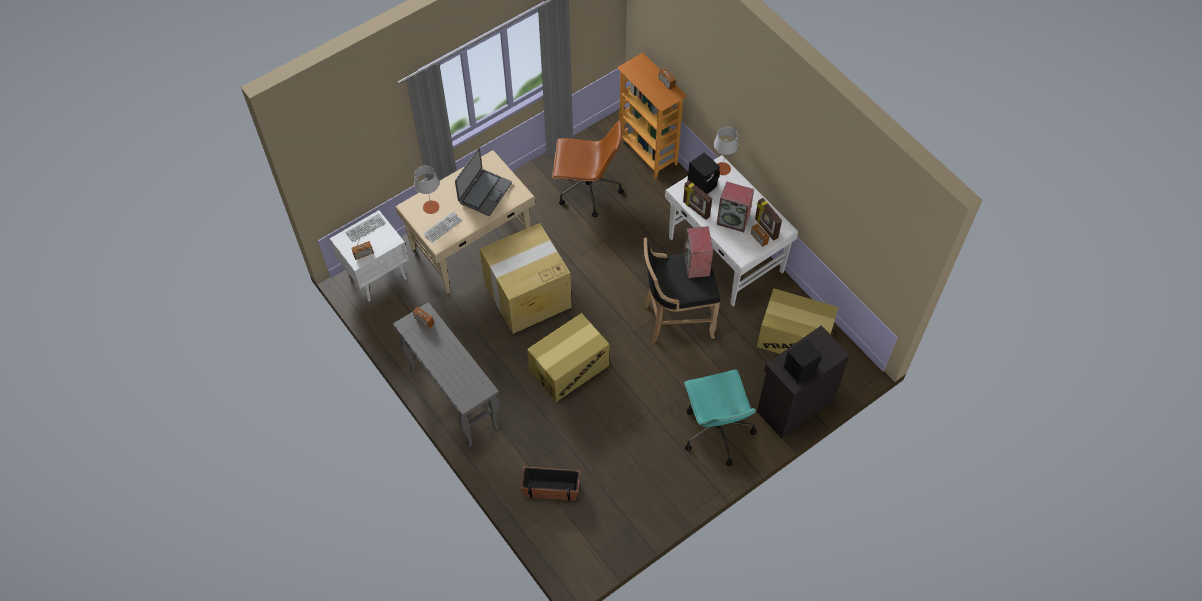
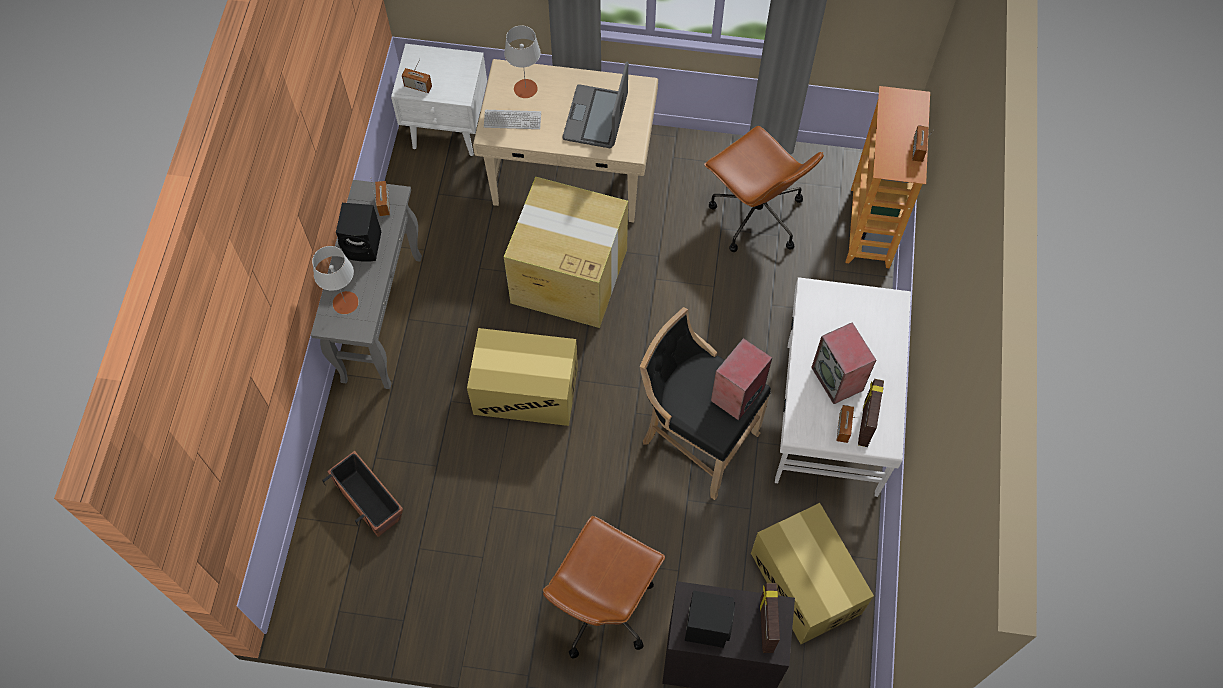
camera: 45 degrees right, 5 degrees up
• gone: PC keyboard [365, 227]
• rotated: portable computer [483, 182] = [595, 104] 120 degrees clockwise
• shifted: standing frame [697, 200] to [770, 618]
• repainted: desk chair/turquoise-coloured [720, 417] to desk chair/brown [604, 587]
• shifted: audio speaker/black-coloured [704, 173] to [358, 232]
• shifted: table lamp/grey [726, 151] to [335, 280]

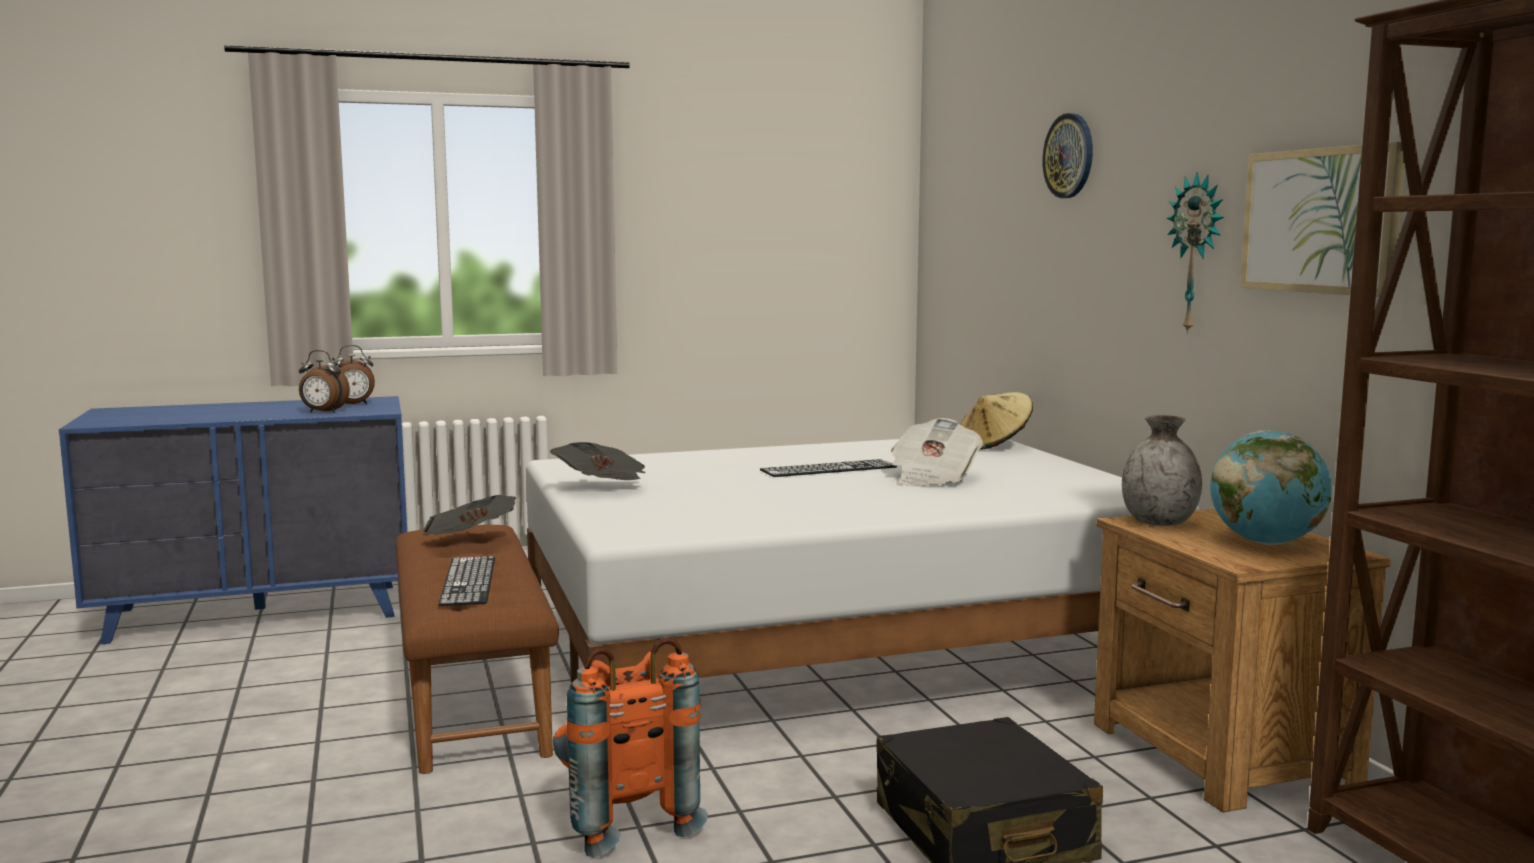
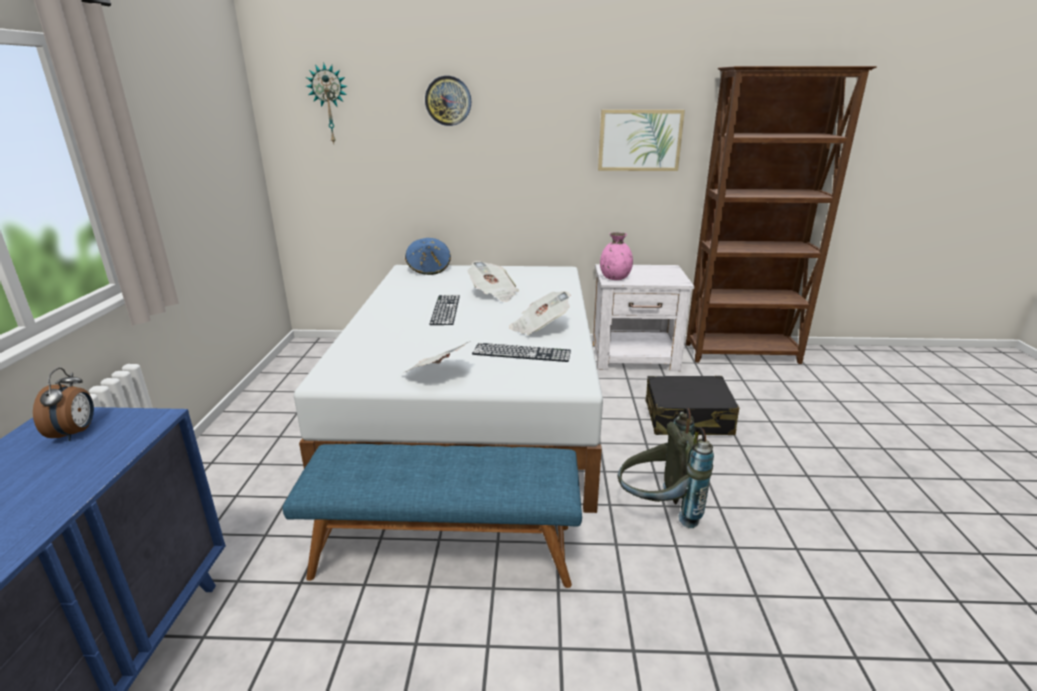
camera: 70 degrees left, 15 degrees up
• gone: alarm clock [324, 381]
• repainted: long seat/brown [477, 649] to long seat/blue [432, 516]
• shifted: printed paper [469, 515] to [540, 313]
• shifted: PC keyboard [466, 581] to [521, 352]
• repainted: knapsack/orange [630, 747] to knapsack/grey [666, 467]
• repainted: wearable hat/sand-coloured [996, 421] to wearable hat/blue [428, 256]
• repainted: night table/brown [1242, 661] to night table/white [643, 317]
• repainted: flower vase/grey [1162, 470] to flower vase/pink-coloured [616, 256]
• shifted: wall clock [1195, 253] to [326, 103]
• gone: globe [1271, 487]

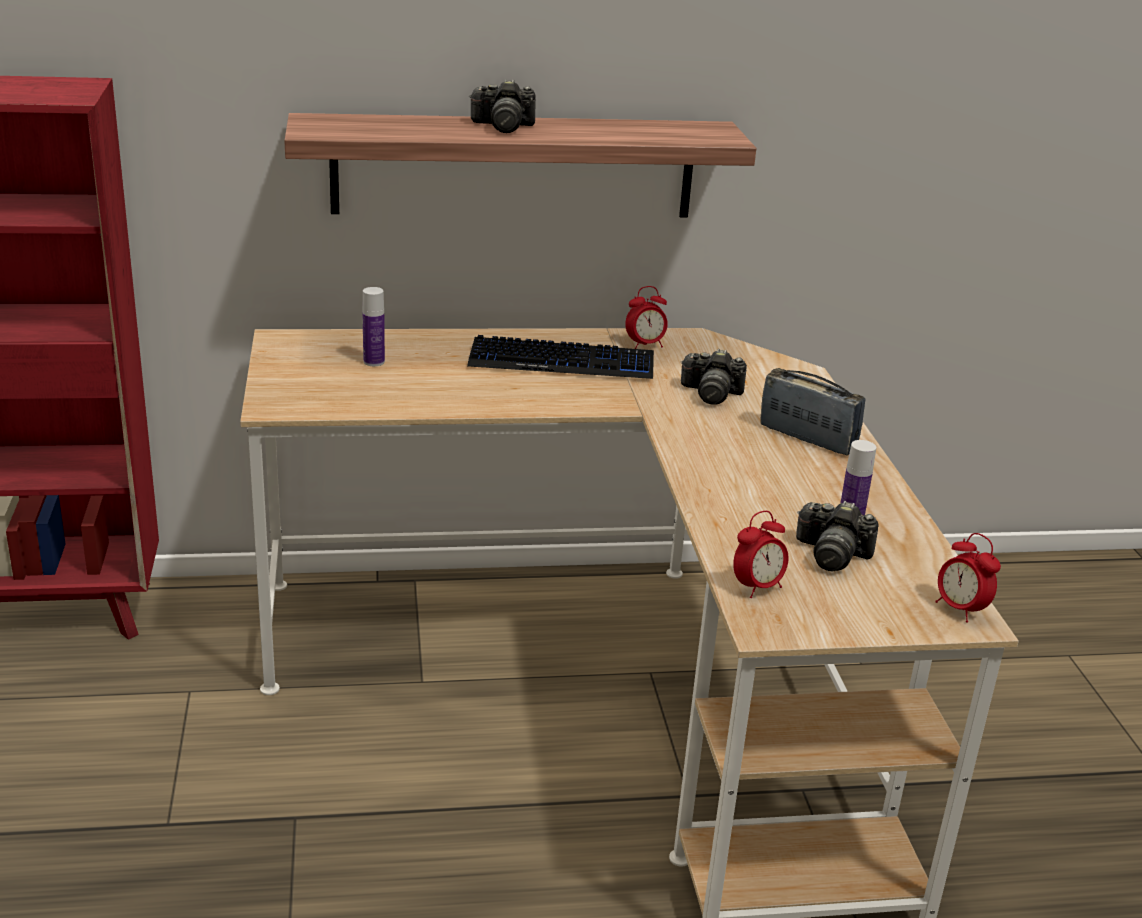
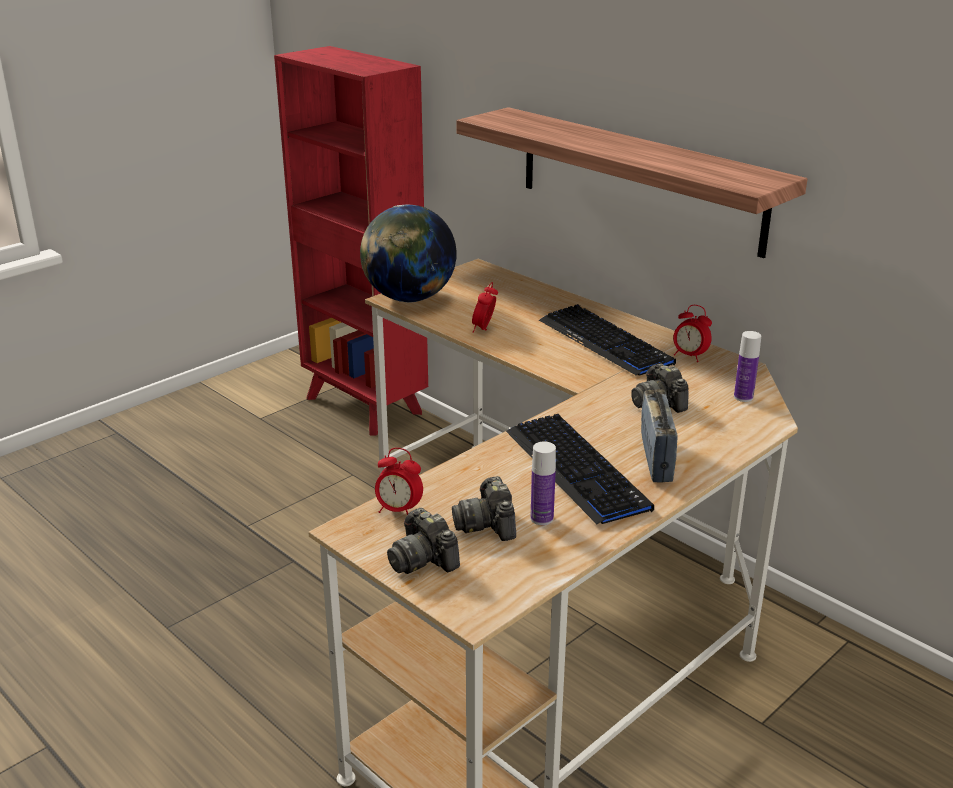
camera: 55 degrees right, 0 degrees up
• shifted: bottle [373, 326] to [747, 366]
• shifted: photo camera [503, 106] to [423, 541]
• shifted: alarm clock [968, 577] to [485, 307]
• new: globe [408, 254]
• new: PC keyboard [580, 469]

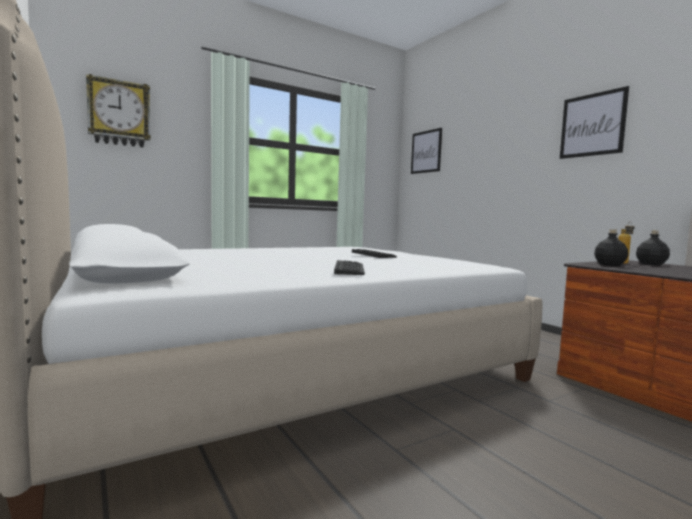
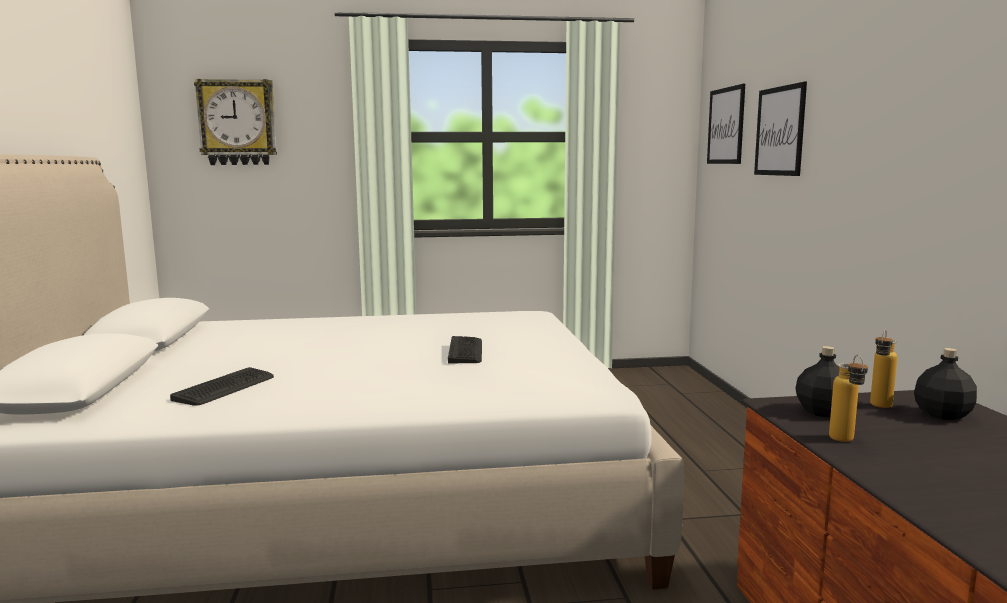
camera: 25 degrees right, 5 degrees up
• shifted: PC keyboard [349, 267] to [222, 386]
• shifted: wall picture [594, 122] to [780, 129]
• new: bottle [848, 398]

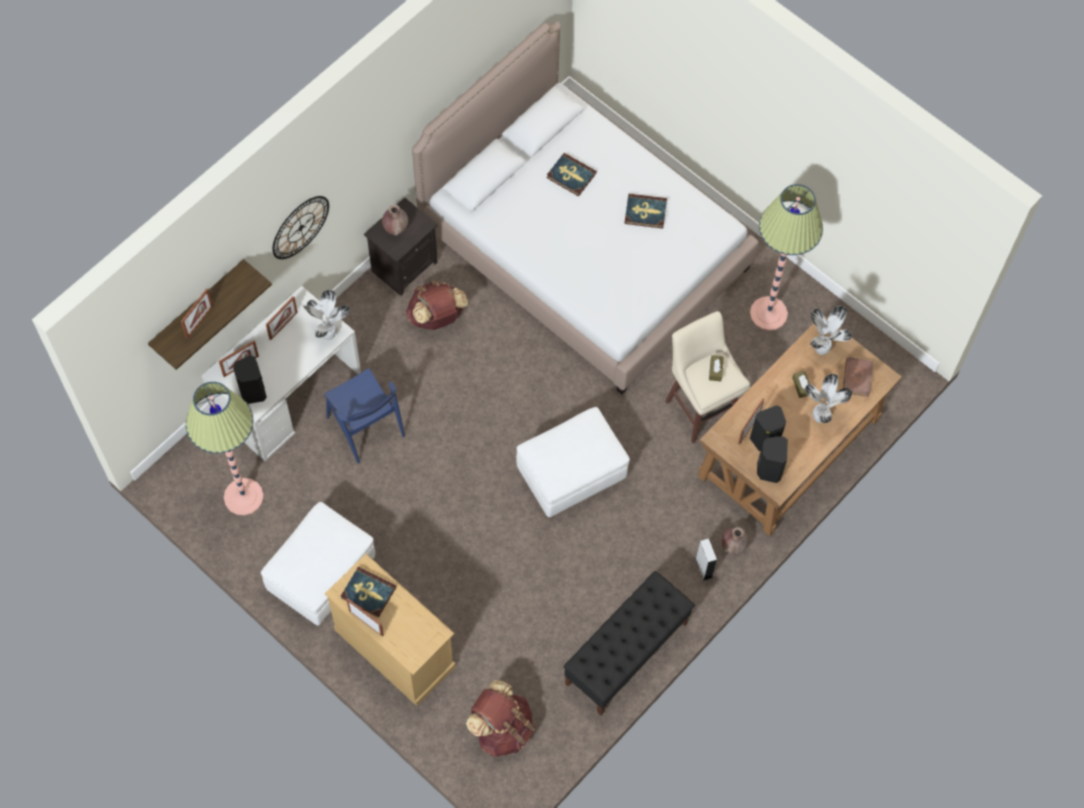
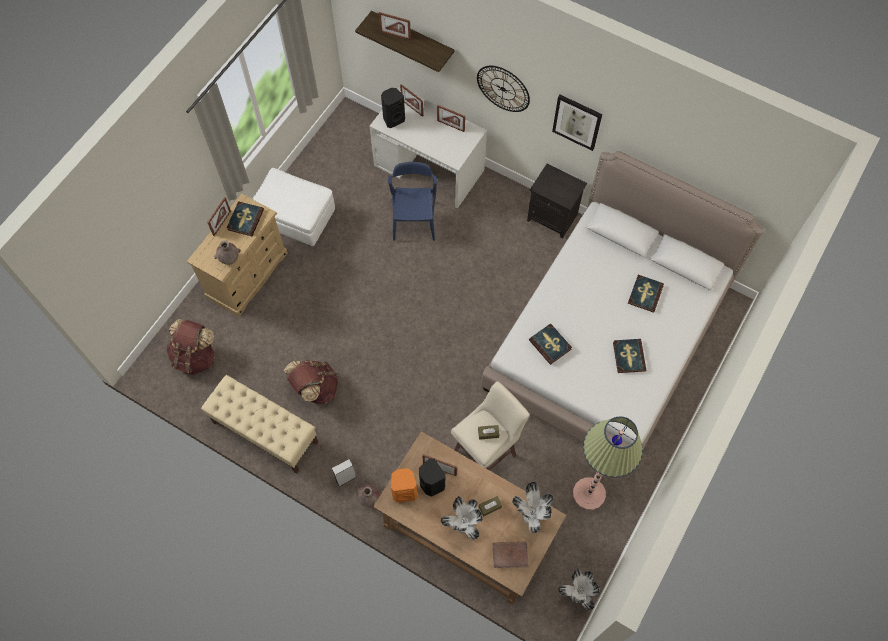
camera: 80 degrees right, 0 degrees up
• gone: standing lamp [225, 448]
• shifted: potted plant [326, 315] to [579, 589]
• rotated: upright chair/blue [365, 415] = [412, 201] 135 degrees clockwise
• shifted: flower vase/brown [395, 220] to [227, 252]
• shifted: knapsack/brown [437, 305] to [311, 382]
• gone: ottoman/white [573, 462]
• repainted: long seat/black-coloured [629, 643] to long seat/sand-coloured [259, 424]
• repainted: audio speaker/black-coloured [772, 459] to audio speaker/orange [404, 485]
• new: bound book [550, 344]
• new: wall picture [577, 123]

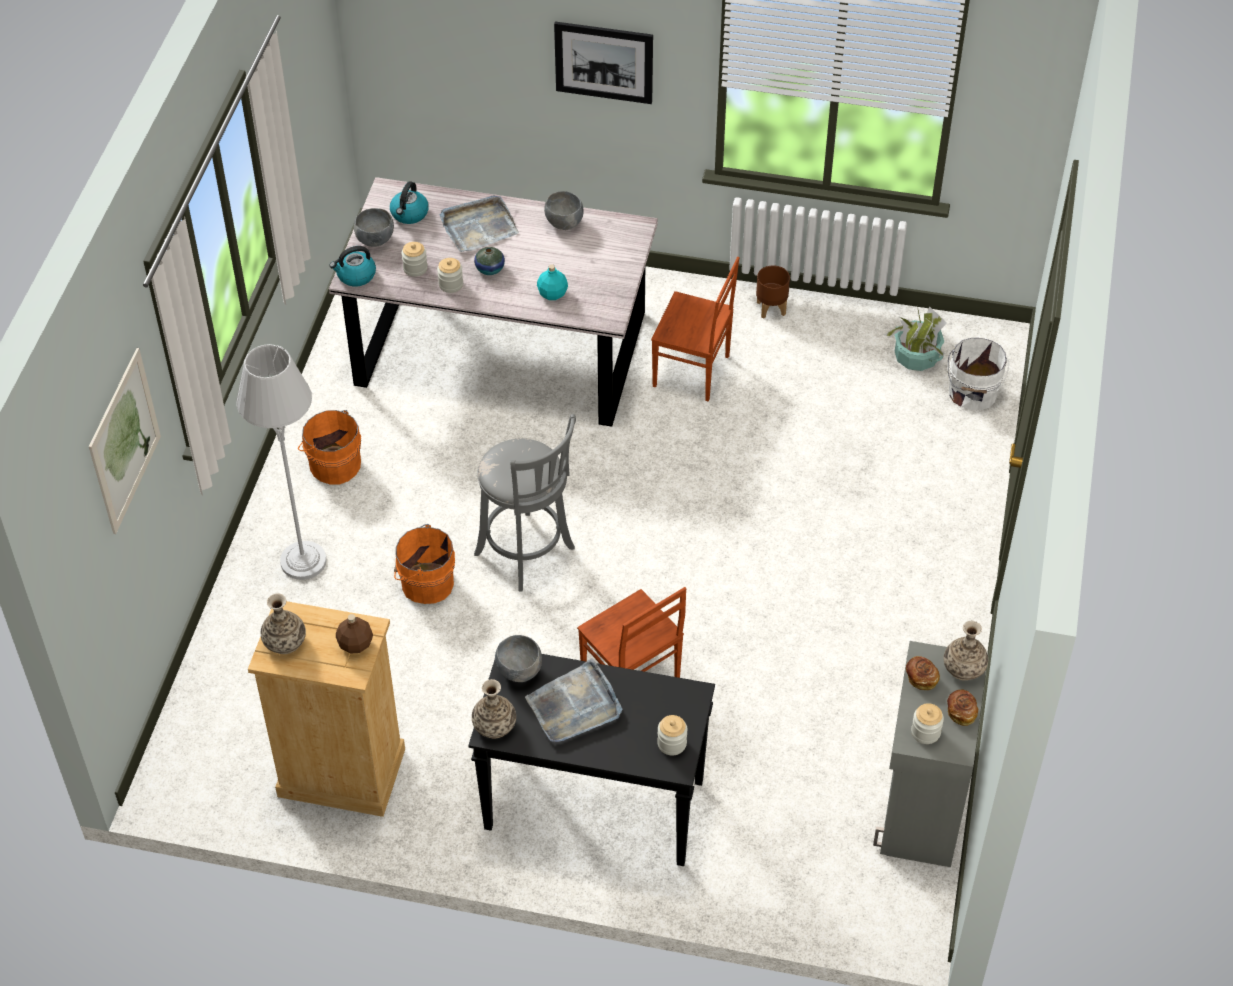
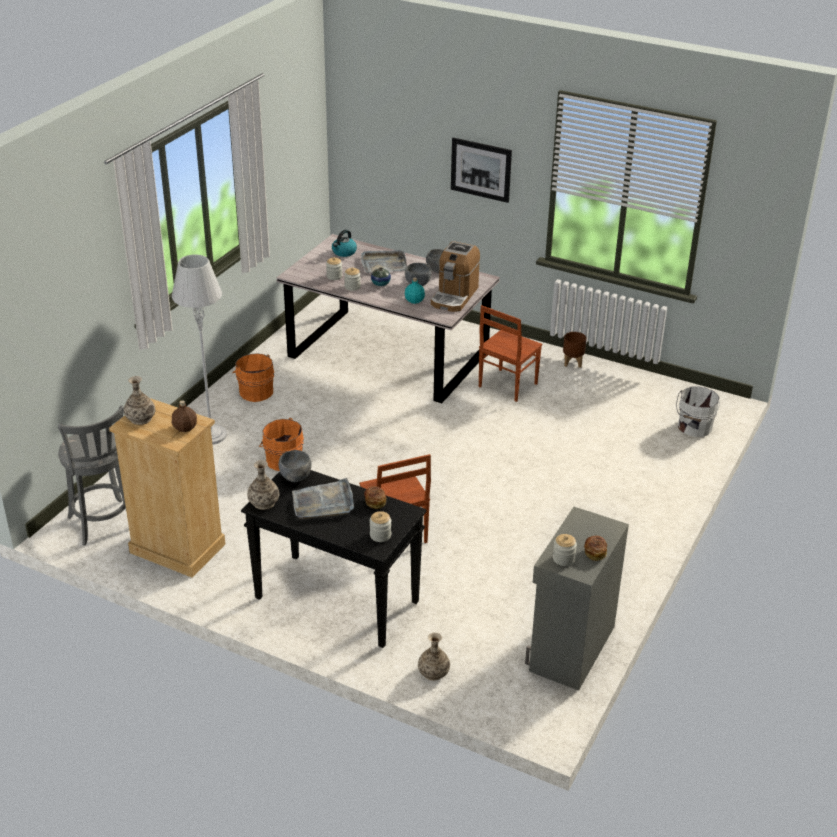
camera: 15 degrees right, 15 degrees down
• gone: wall picture [125, 441]
• gone: kettle [353, 266]
• shifted: deep dish/grey [374, 227] to [418, 274]
• shifted: sitting stool/grey [525, 502] to [92, 475]
• rotated: upright chair/brown [695, 329] = [510, 353] 90 degrees clockwise
• gone: potted plant [915, 338]
• shifted: baked bread [923, 673] to [375, 497]
• shifted: flower vase [966, 650] to [434, 656]
• new: coffee machine [455, 276]

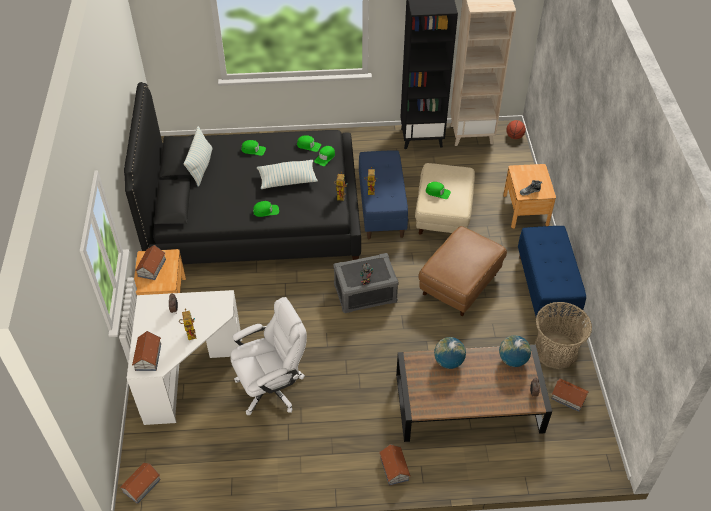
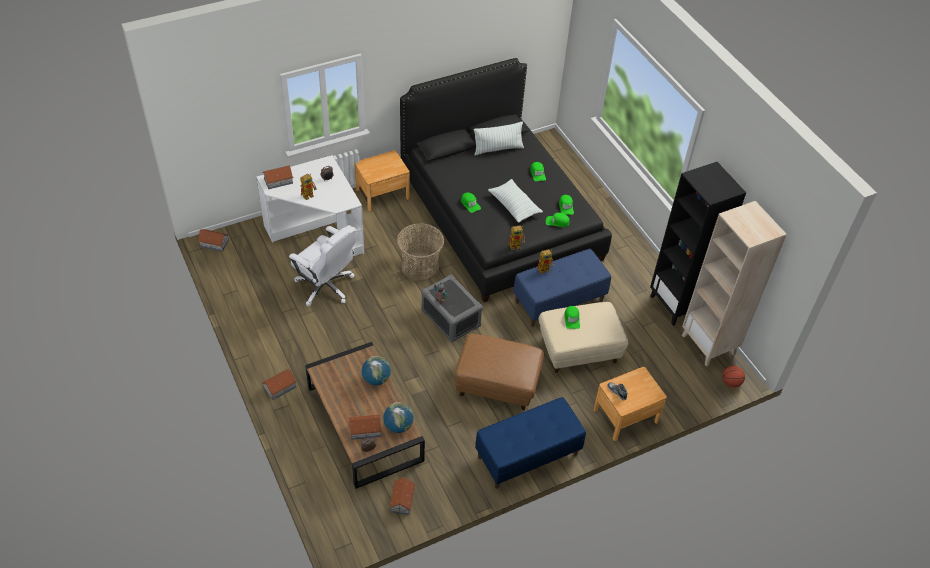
camera: 65 degrees right, 0 degrees up
• shifted: toy house [150, 262] to [365, 427]
• shifted: storage basket [563, 335] to [420, 252]

